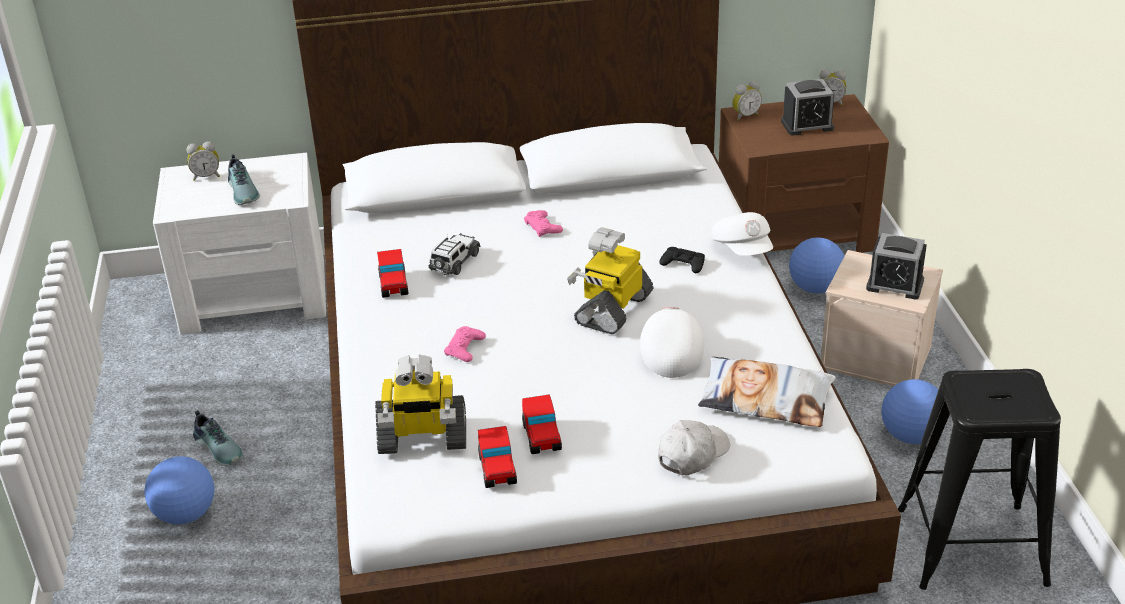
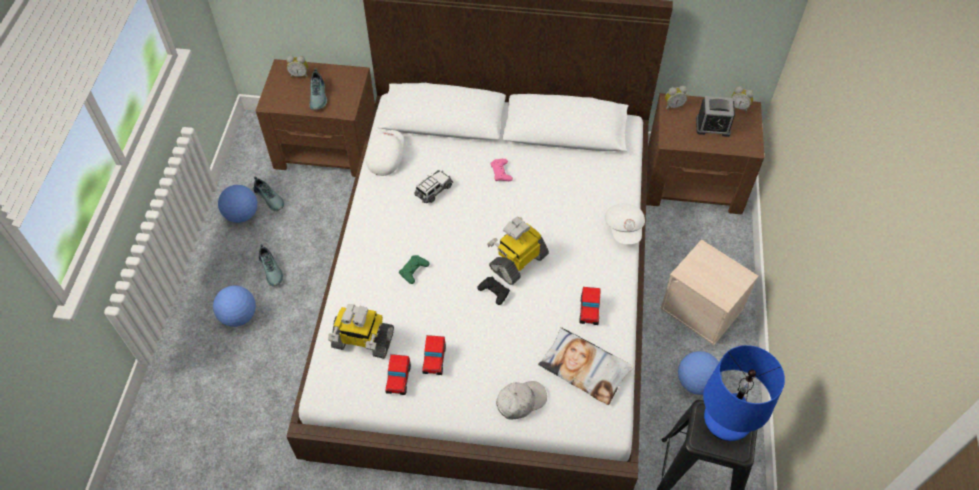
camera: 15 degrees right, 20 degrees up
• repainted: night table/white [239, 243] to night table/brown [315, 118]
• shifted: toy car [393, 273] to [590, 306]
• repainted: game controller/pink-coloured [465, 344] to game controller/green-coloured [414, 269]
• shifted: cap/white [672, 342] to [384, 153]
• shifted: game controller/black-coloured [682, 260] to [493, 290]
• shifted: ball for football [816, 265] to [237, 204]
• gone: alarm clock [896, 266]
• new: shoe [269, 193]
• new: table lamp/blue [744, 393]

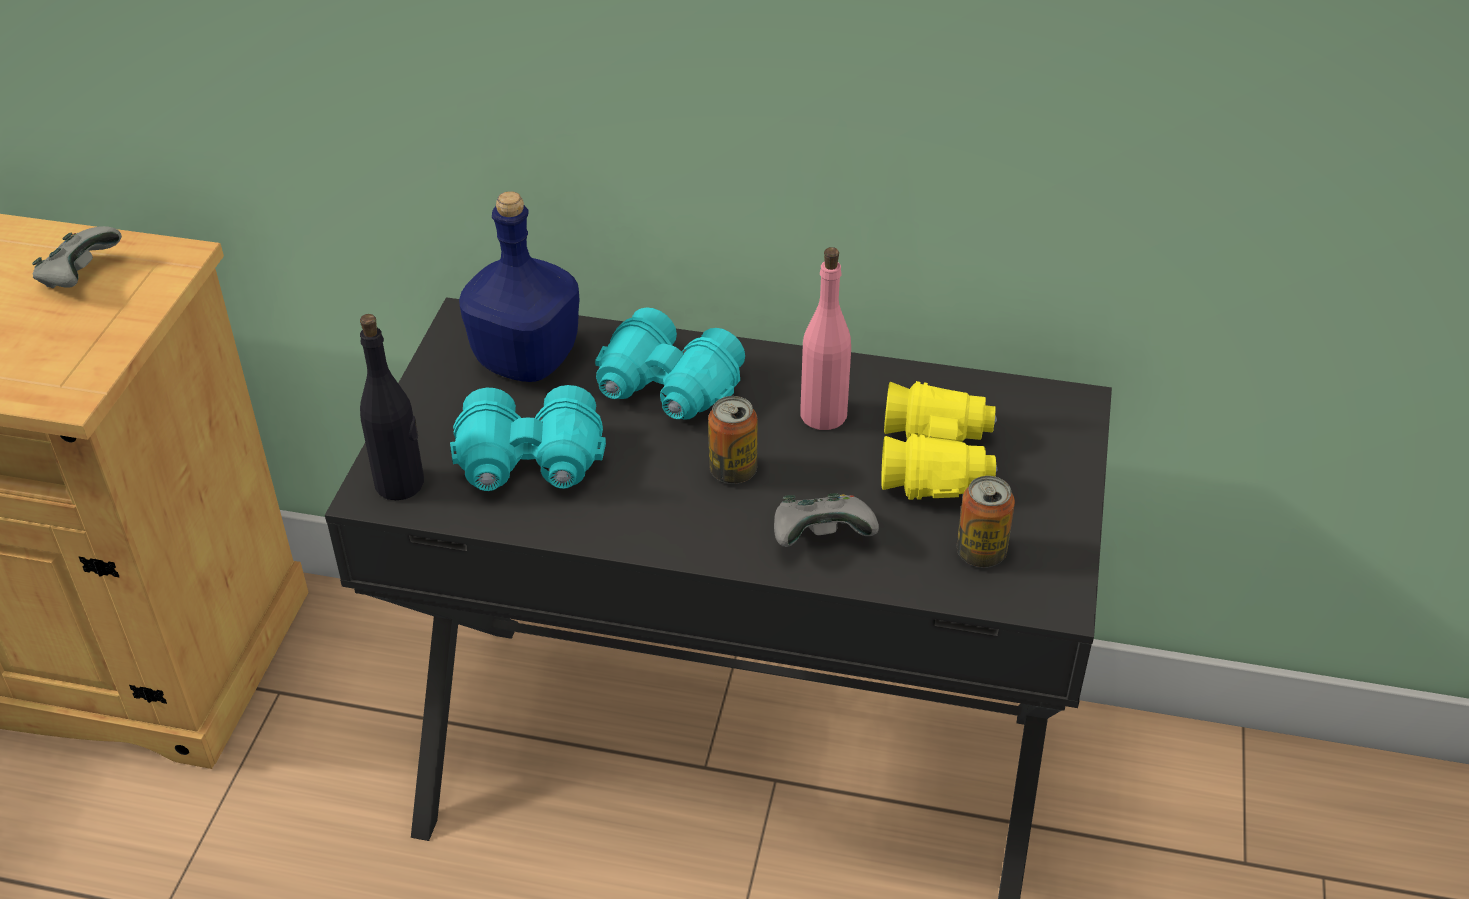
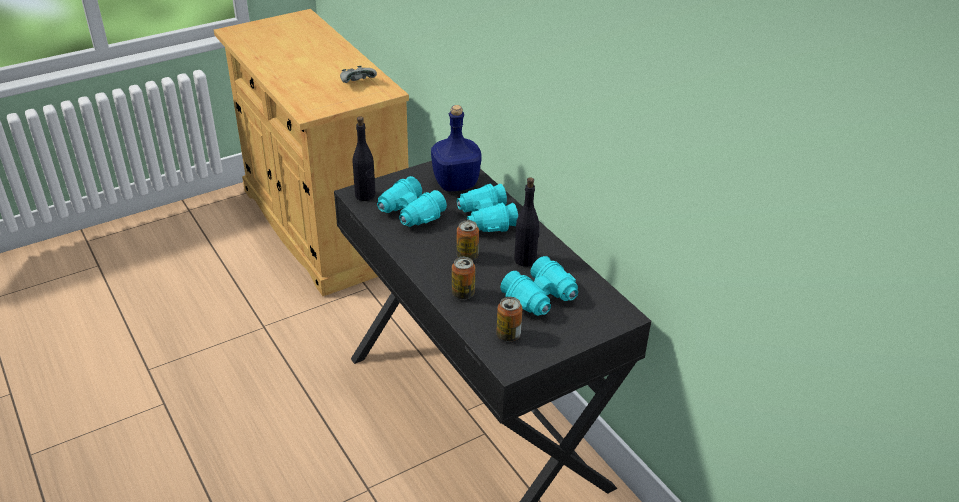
camera: 45 degrees right, 5 degrees down
• swapped: game controller/grey [826, 520] to metal can [463, 278]
• repainted: bottle/pink-coloured [825, 338] to bottle/black-coloured [527, 222]
• repainted: pair of binoculars/yellowish [939, 440] to pair of binoculars/turquoise-coloured [539, 286]

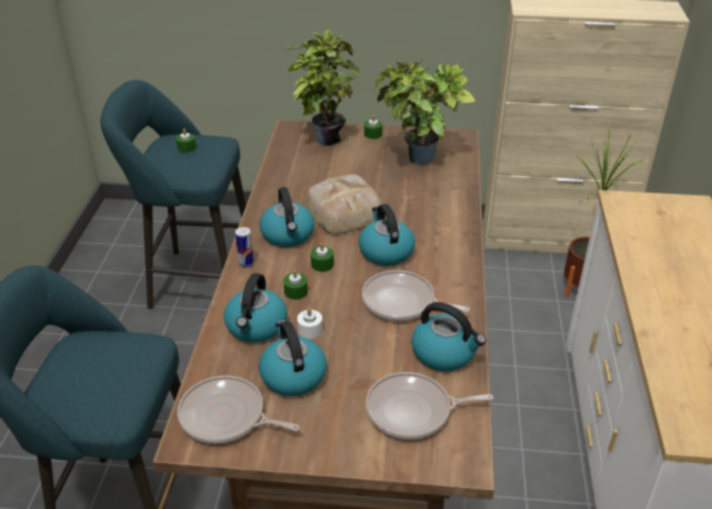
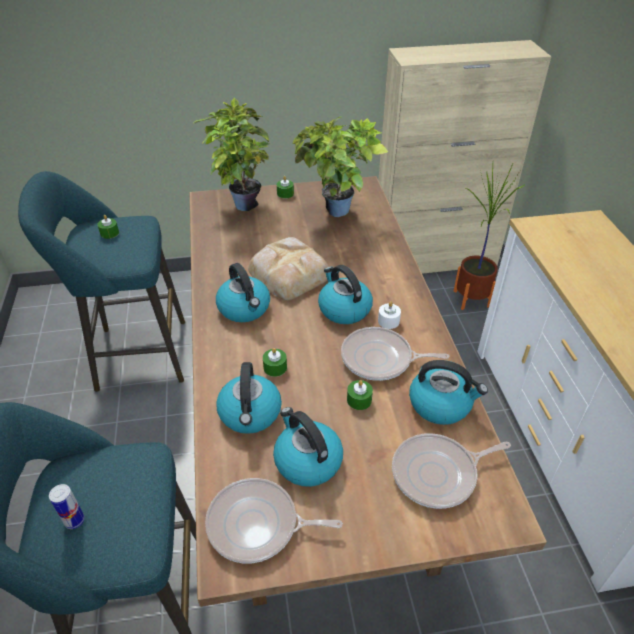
camera: 15 degrees left, 5 degrees up
• shifted: metal can [244, 247] to [67, 506]
• shifted: wax candle/white [310, 323] to [389, 315]
• shifted: wax candle/green-coloured [322, 257] to [360, 395]

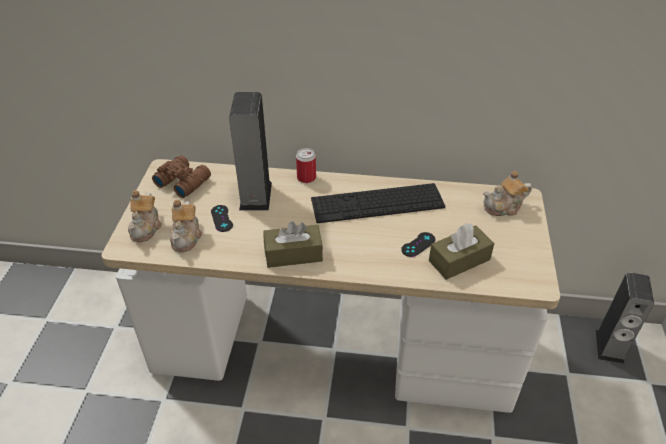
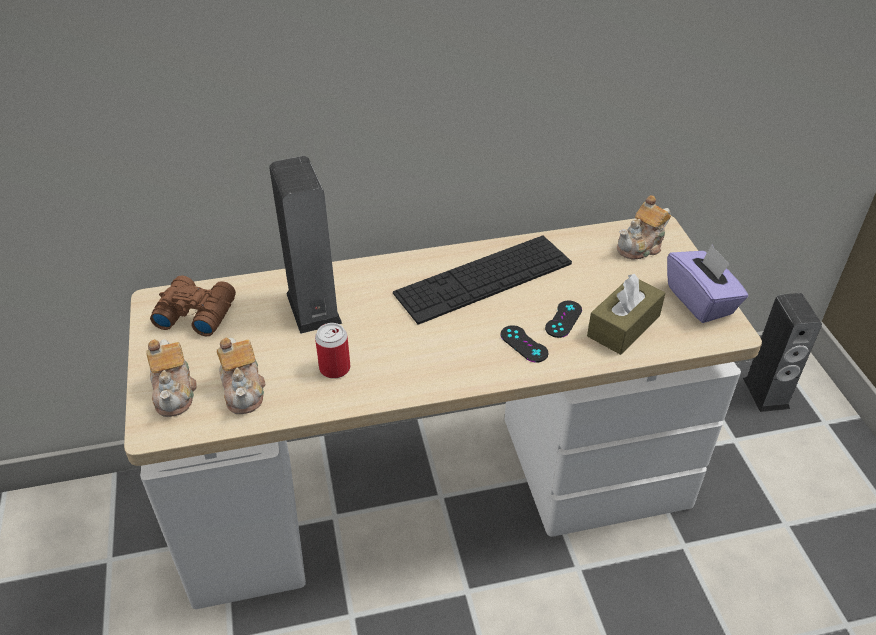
camera: 20 degrees left, 0 degrees up
• shifted: game controller/black-coloured [222, 218] to [524, 344]
• gone: tissue box/brown [293, 244]
• shifted: metal can [306, 165] to [332, 351]
• new: tissue box/purplish [707, 283]

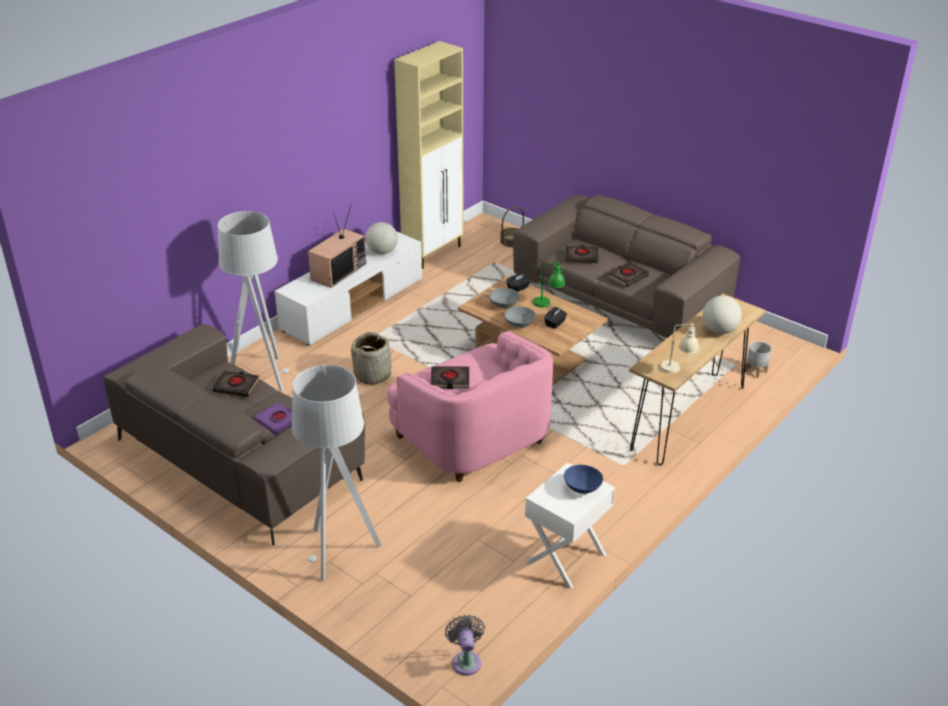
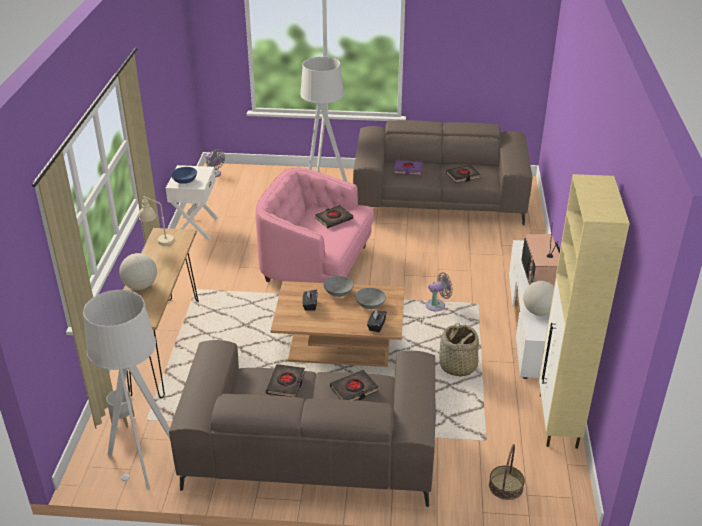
camera: 145 degrees right, 0 degrees up
• shifted: standing lamp/grey [253, 301] to [126, 390]
• shifted: storage basket [372, 358] to [459, 350]
• gone: table lamp/green-coloured [549, 284]
• new: cooling fan/grey [439, 291]

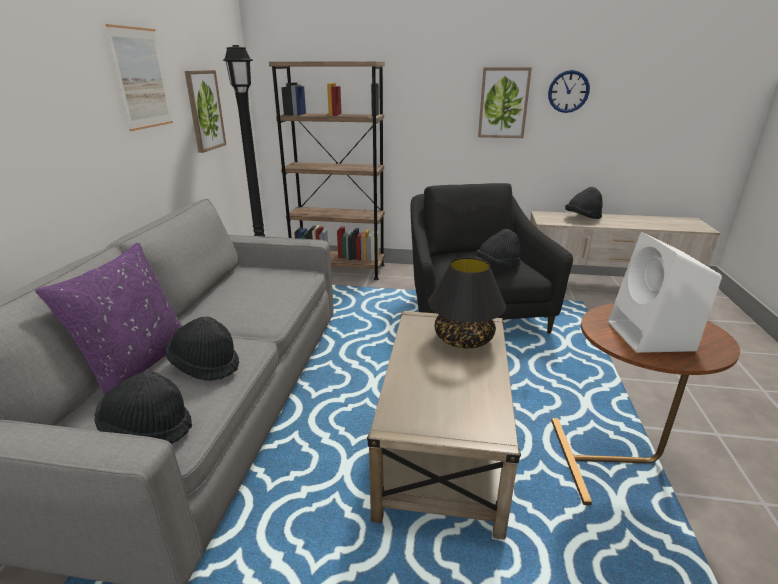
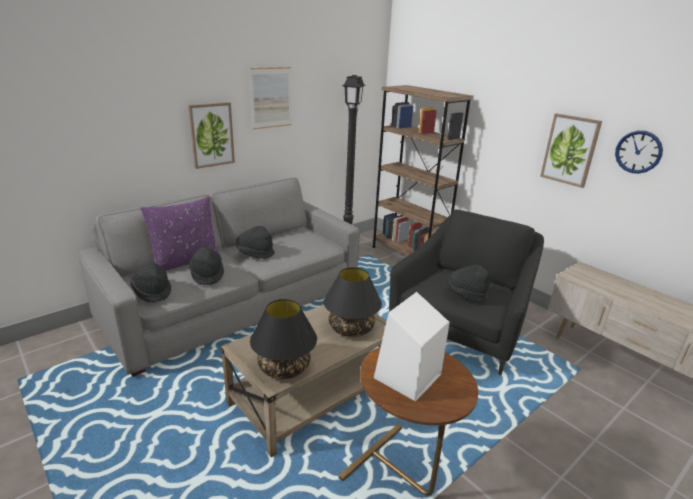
camera: 40 degrees right, 0 degrees up
• shifted: wall picture [205, 111] to [211, 135]
• shifted: wearable hat/black-coloured [584, 203] to [255, 242]
• new: table lamp/black-coloured [283, 339]

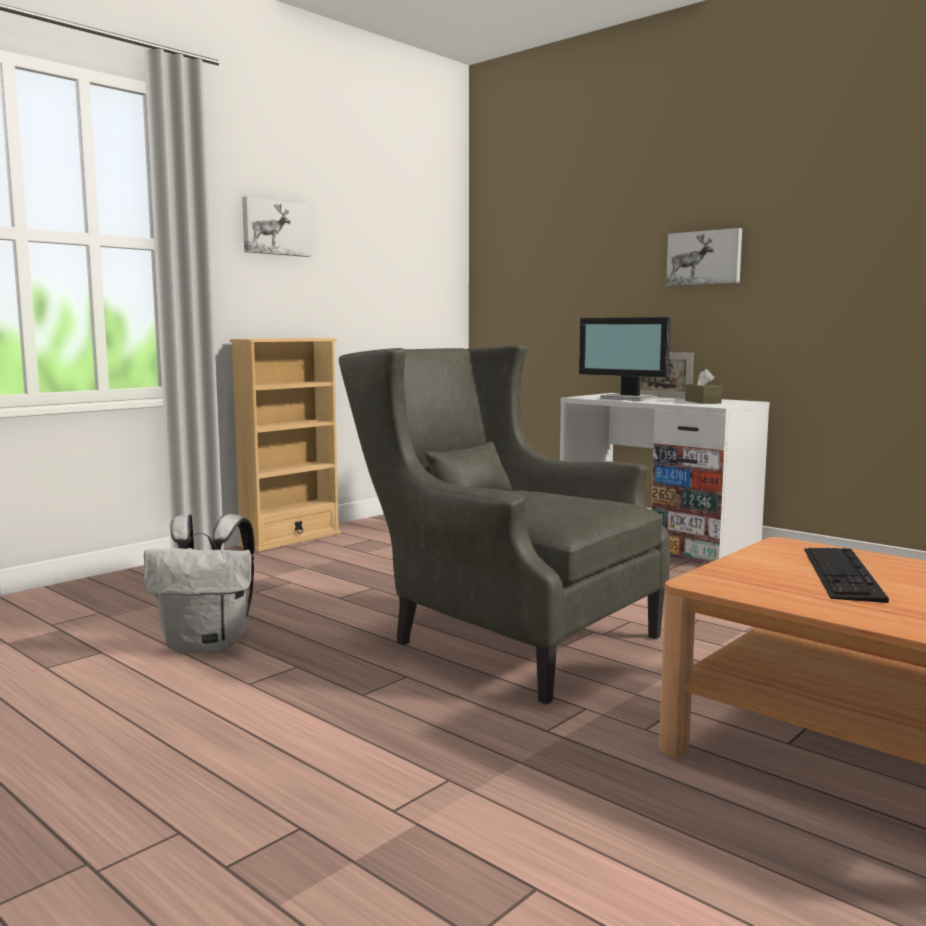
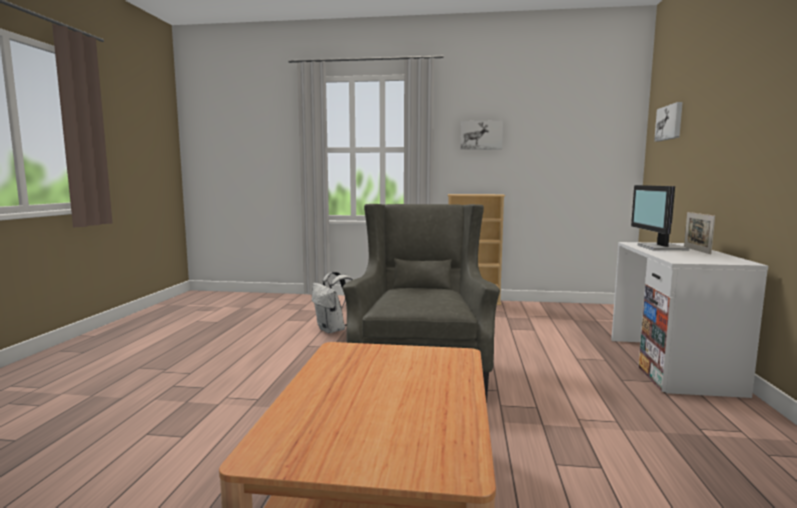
camera: 55 degrees right, 0 degrees up
• shifted: wall picture [704, 257] to [668, 121]
• gone: tissue box/brown [703, 386]
• gone: PC keyboard [846, 575]

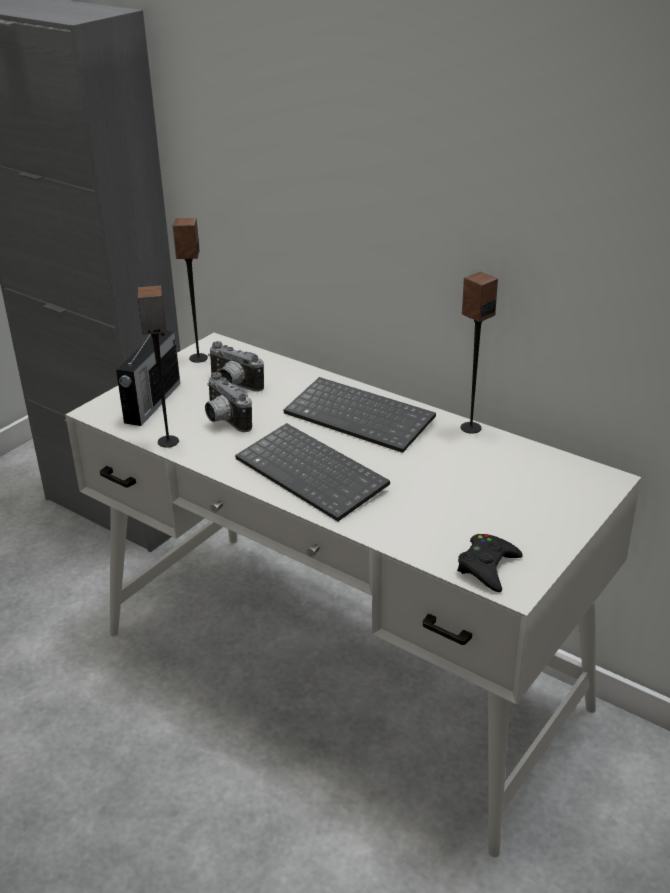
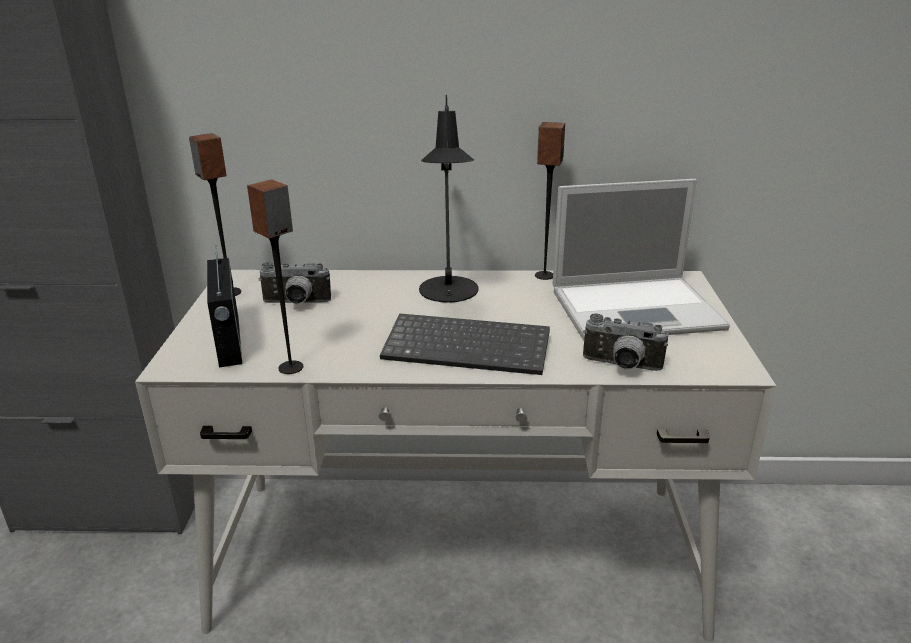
camera: 35 degrees left, 5 degrees down
• shifted: photo camera [228, 402] to [625, 342]
• swapped: PC keyboard [360, 415] to table lamp/black-coloured [449, 199]
• gone: game controller/black-coloured [490, 563]
• new: portable computer [641, 260]

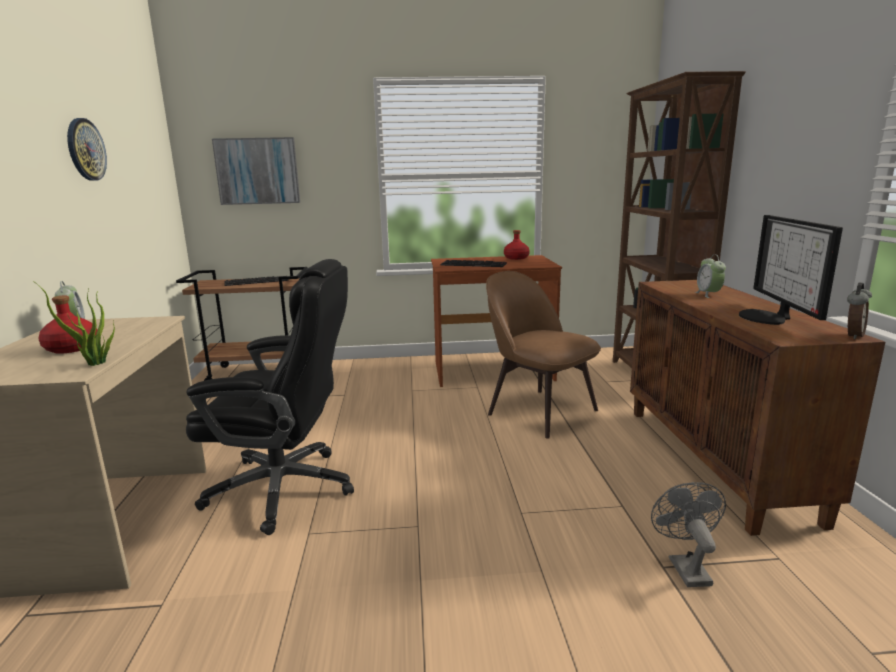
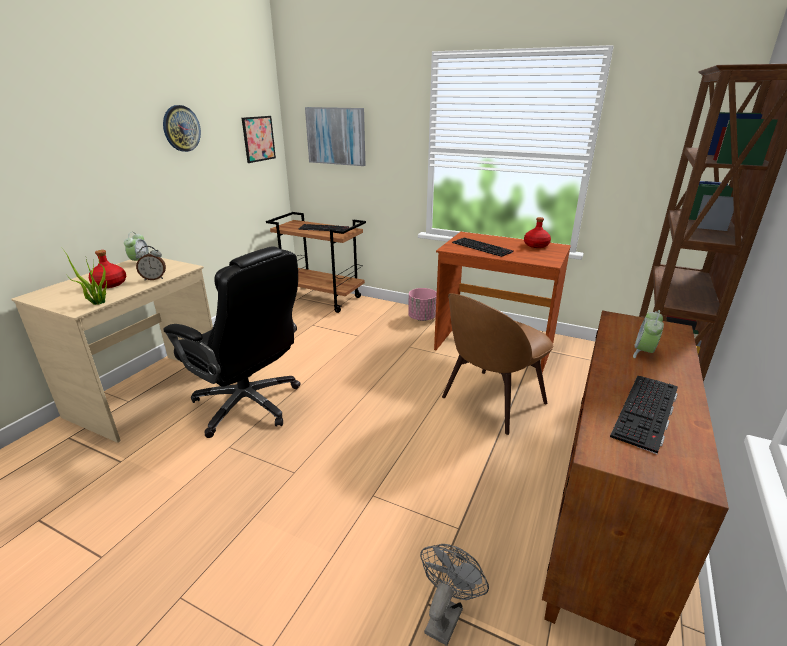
camera: 30 degrees right, 10 degrees up
• rotated: upright chair/brown [543, 355] = [497, 364] 120 degrees counterclockwise
• swapped: computer screen [791, 270] to PC keyboard [644, 414]
• shifted: alarm clock [859, 311] to [151, 263]
• new: wall picture [259, 139]
• new: planter/pink-coloured [422, 304]

